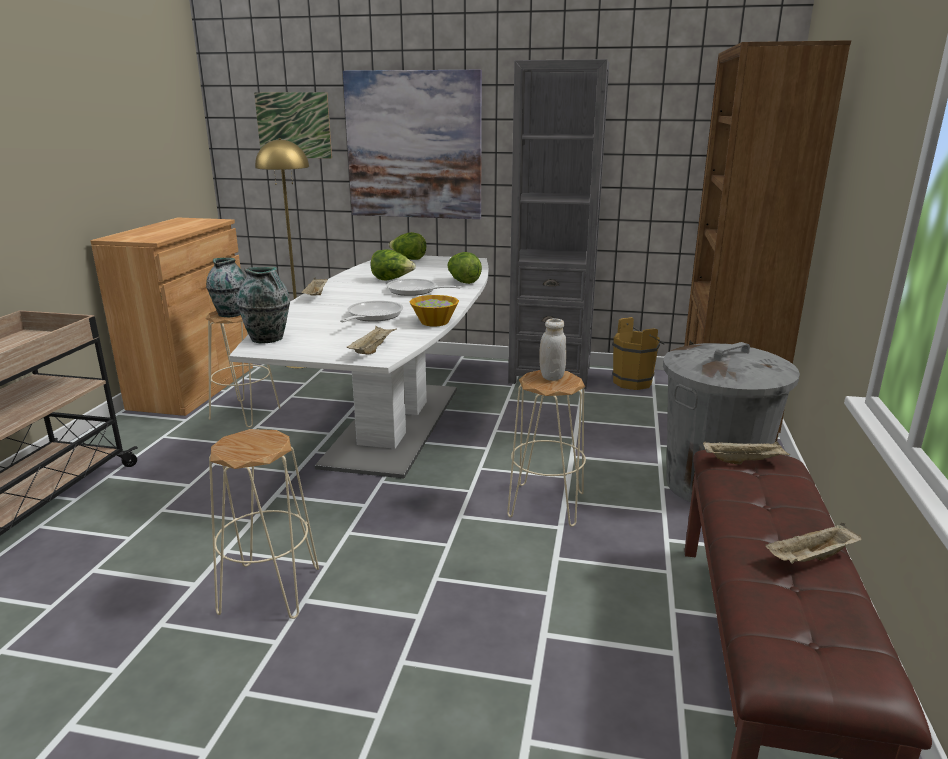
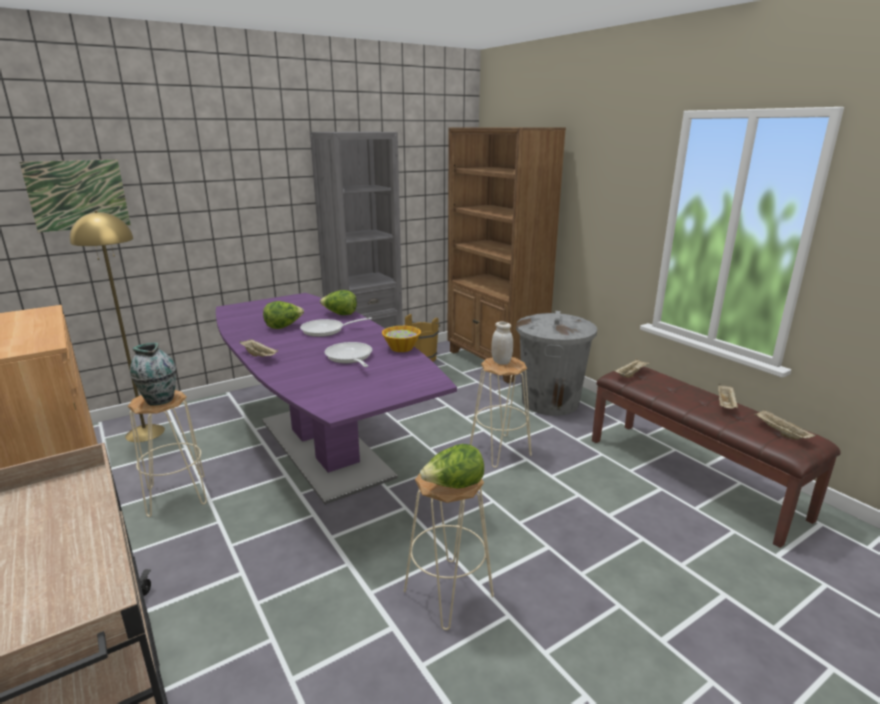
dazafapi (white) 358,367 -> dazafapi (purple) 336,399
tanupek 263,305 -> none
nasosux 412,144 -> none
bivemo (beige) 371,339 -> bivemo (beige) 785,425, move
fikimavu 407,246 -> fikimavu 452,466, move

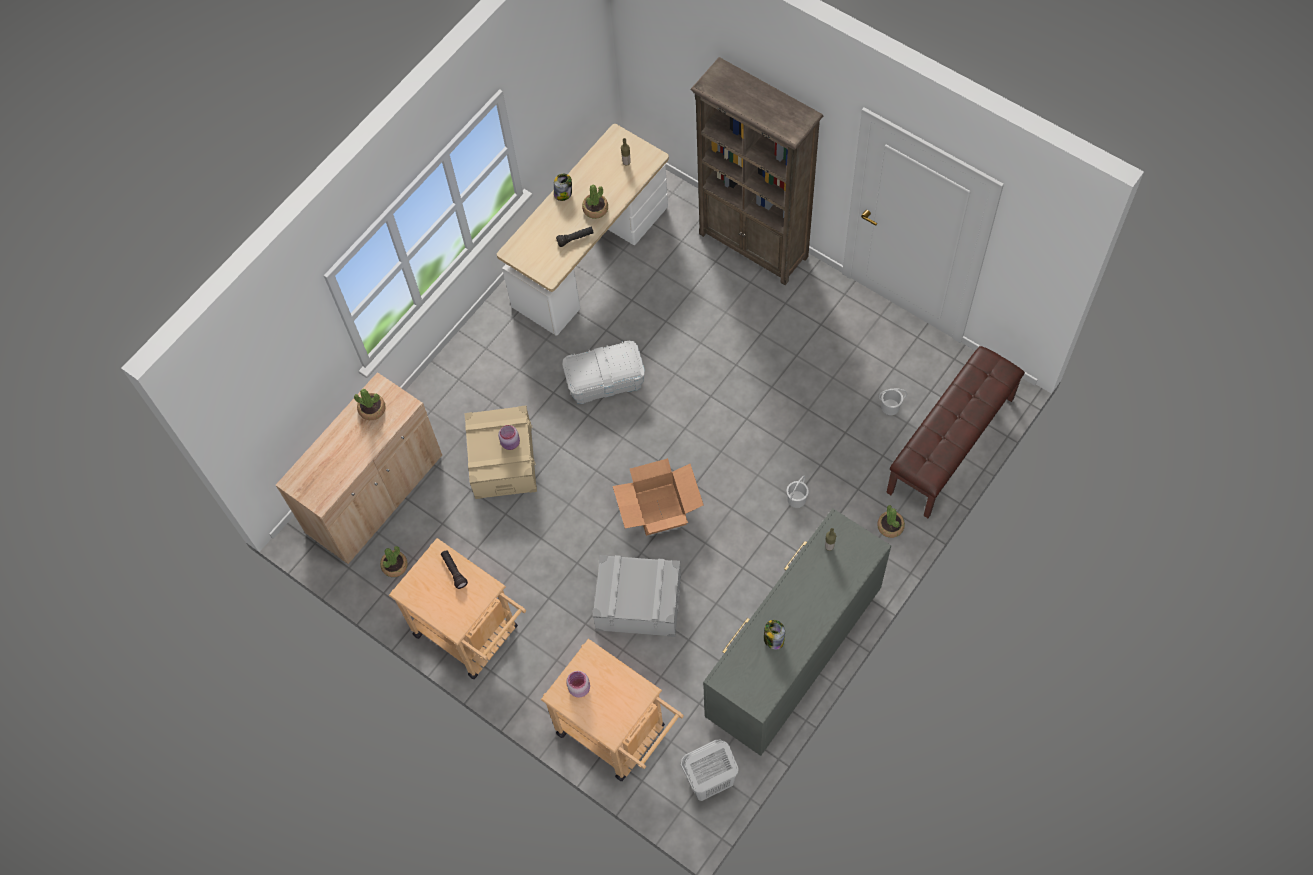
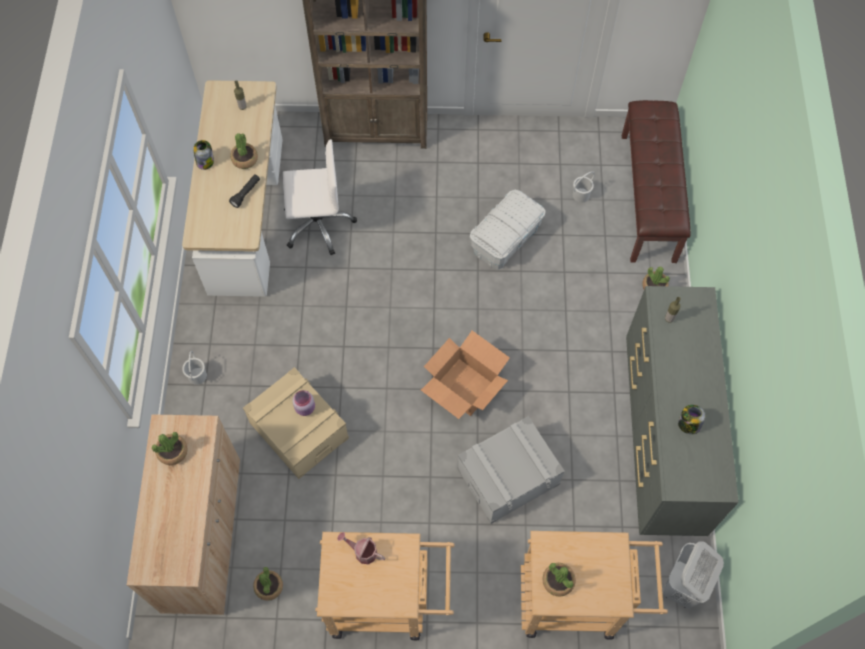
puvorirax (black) 454,569 -> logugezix 361,548
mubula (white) 603,372 -> mubula (white) 508,229, move
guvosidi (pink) 578,684 -> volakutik 559,580
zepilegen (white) 797,492 -> zepilegen (white) 194,368, move
none -> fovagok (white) 320,197

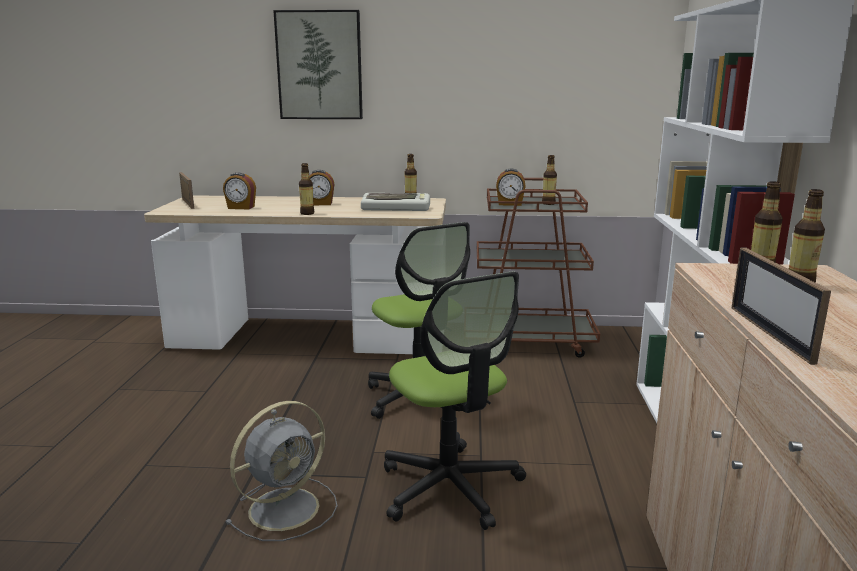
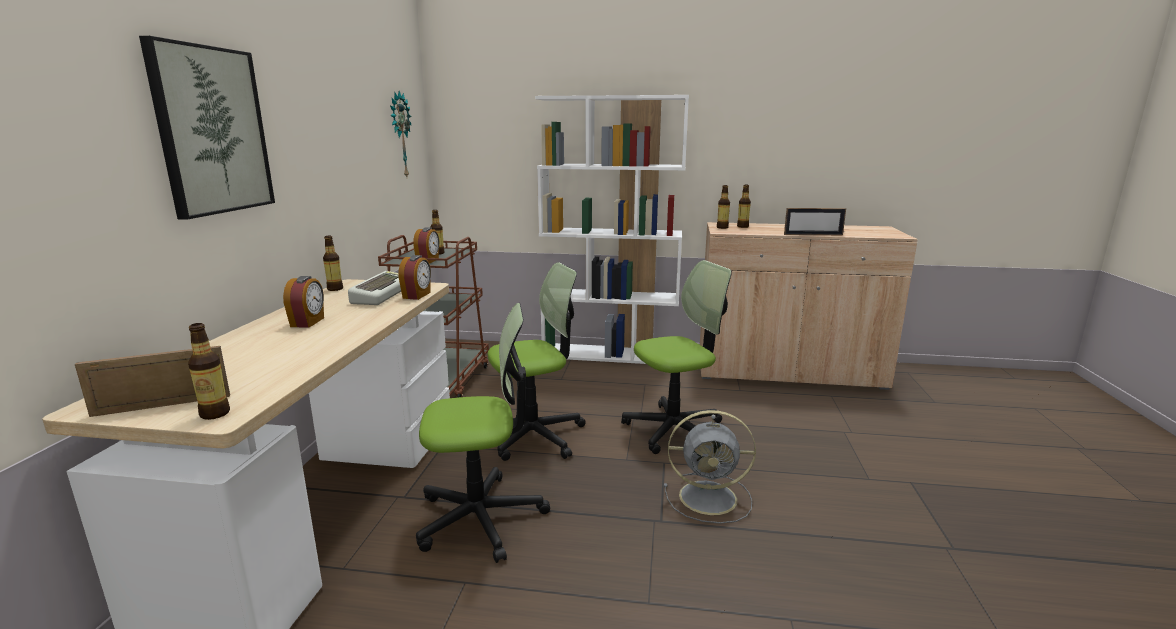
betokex 239,191 -> betokex 414,277, move
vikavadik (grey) 281,471 -> vikavadik (grey) 710,467, 135 degrees clockwise
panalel 306,189 -> panalel 209,371, move
none -> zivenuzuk 400,134
none -> fovagok 483,433

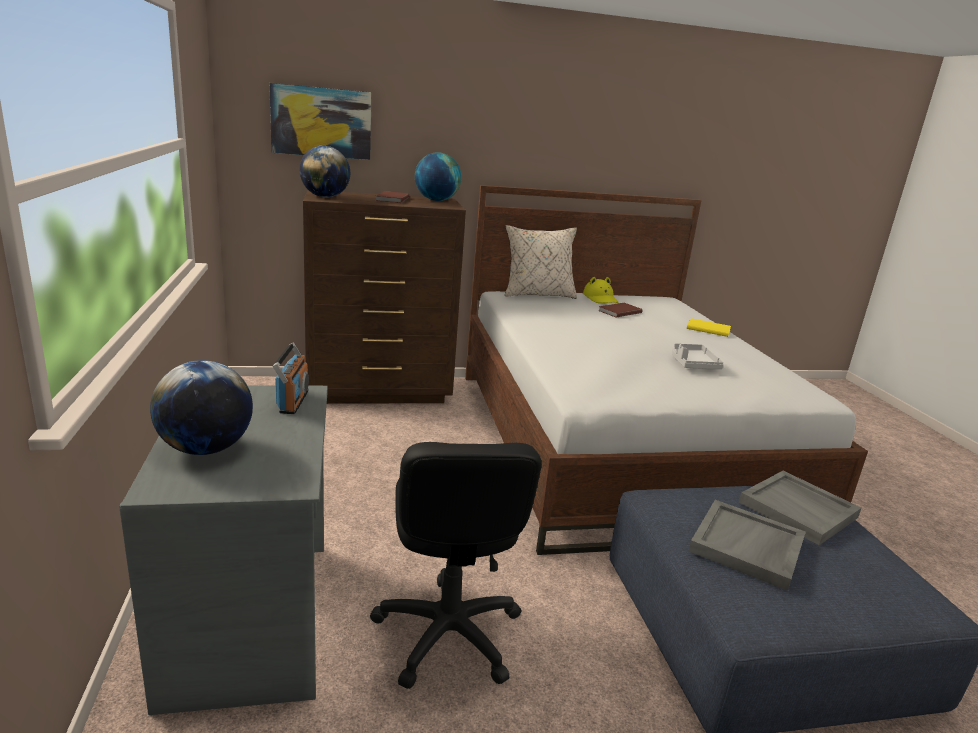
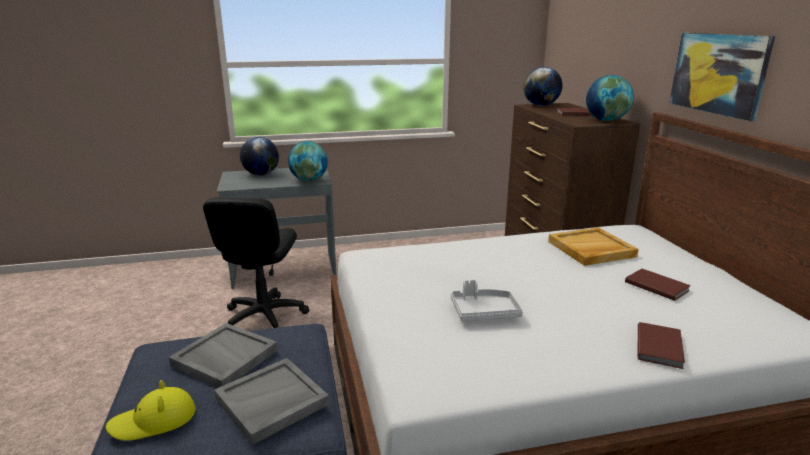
nasosux 320,121 -> nasosux 722,77, move
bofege 291,378 -> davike 308,161
fovagok (black) 456,565 -> fovagok (black) 256,262, 75 degrees counterclockwise
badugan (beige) 541,262 -> none
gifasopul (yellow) 601,290 -> gifasopul (yellow) 150,410, move
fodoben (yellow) 709,327 -> fodoben (brown) 661,345
none -> bivemo (beige) 593,246

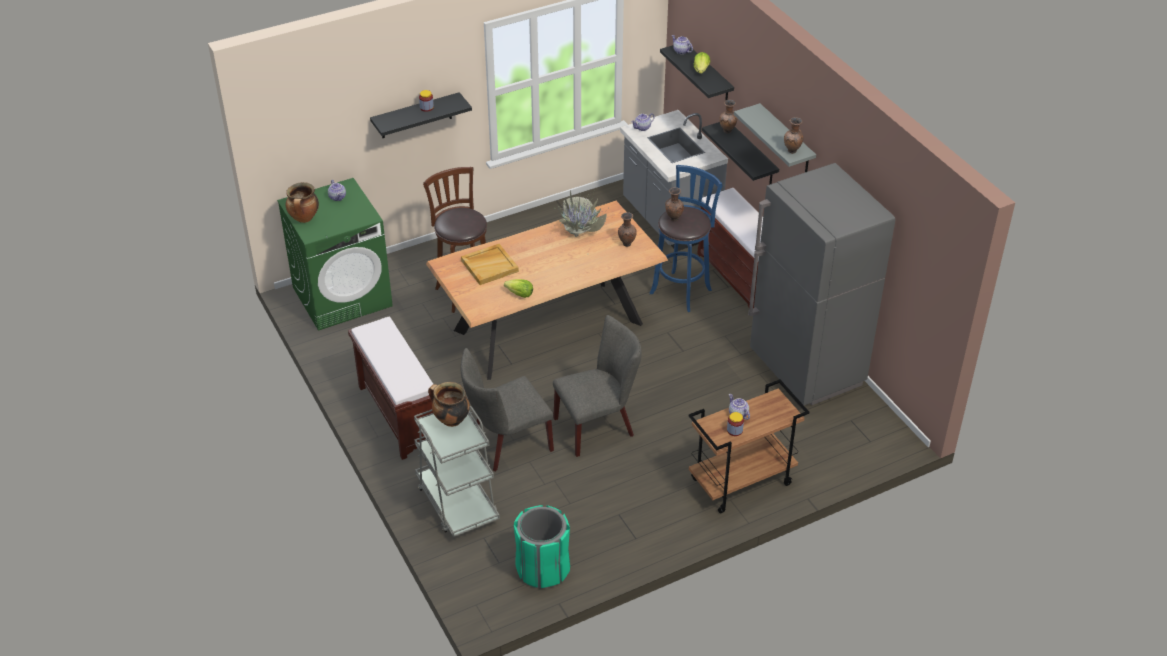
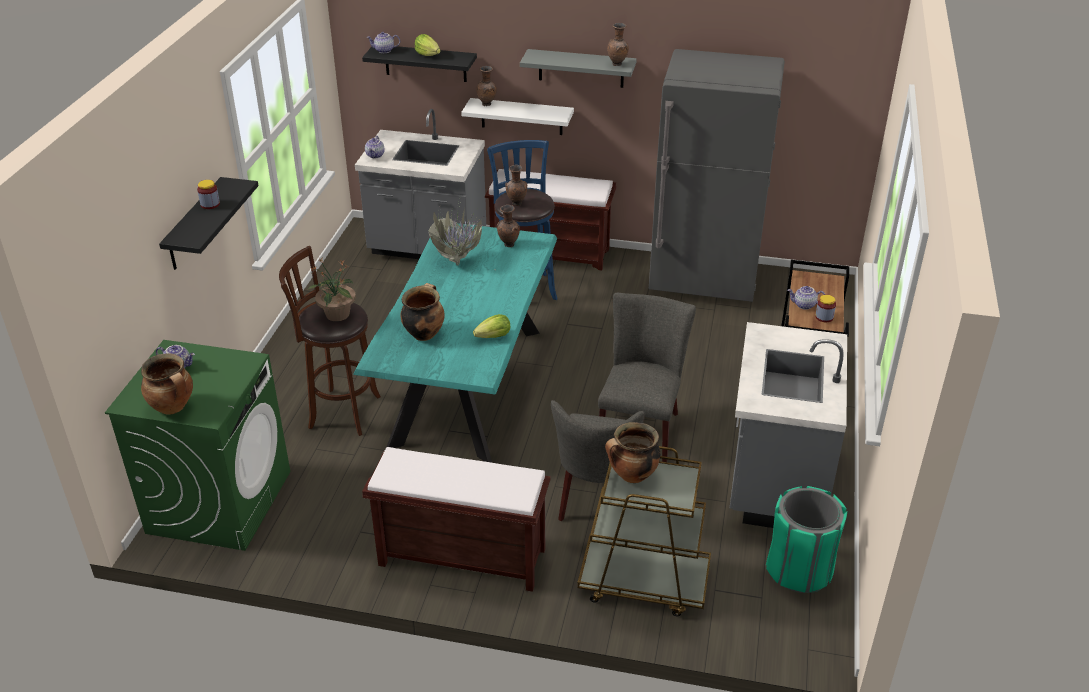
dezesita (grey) 457,471 -> dezesita (brown) 644,531
dazafapi (brown) 547,290 -> dazafapi (turquoise) 455,342
bivemo (beige) 490,264 -> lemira 423,312
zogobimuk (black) 740,153 -> zogobimuk (white) 517,116
none -> volakutik 332,289
none -> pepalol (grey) 788,425

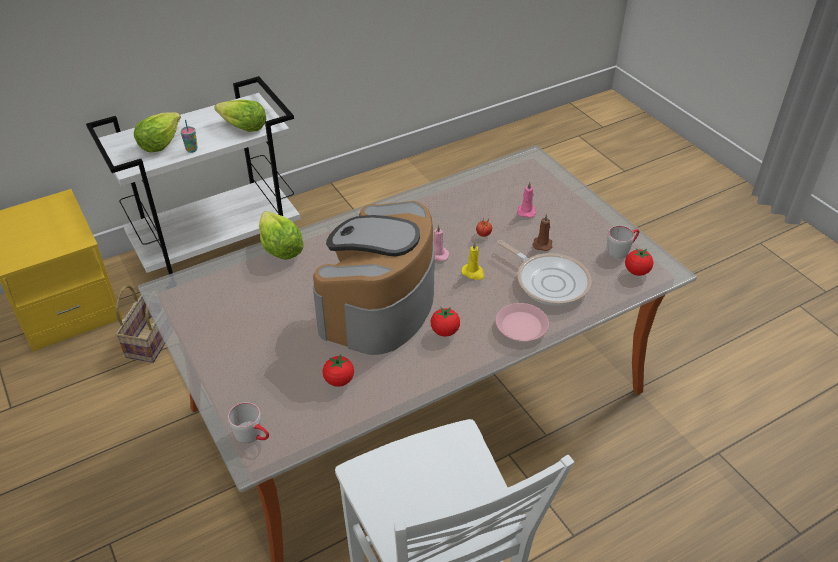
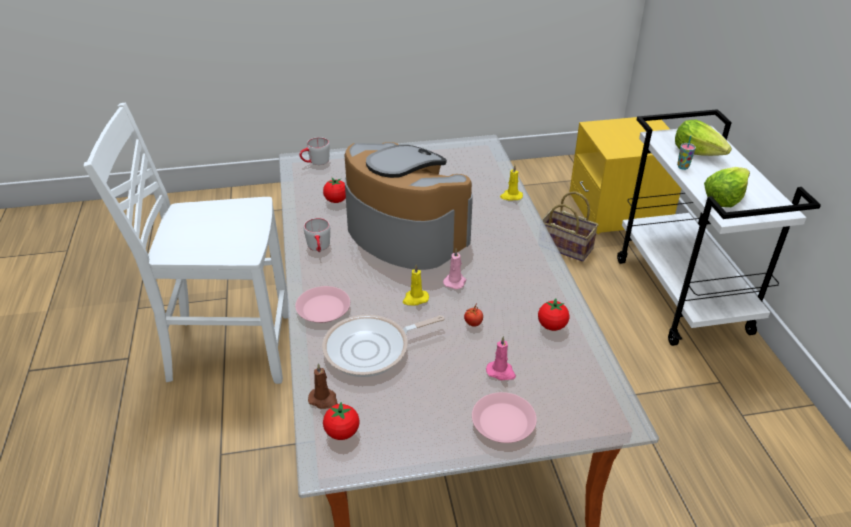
fikimavu 281,235 -> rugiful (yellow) 511,183
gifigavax 445,321 -> gifigavax 554,314, move
rugiful (brown) 542,232 -> rugiful (brown) 323,386, move
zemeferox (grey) 623,242 -> zemeferox (grey) 317,235, move
none -> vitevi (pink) 504,417

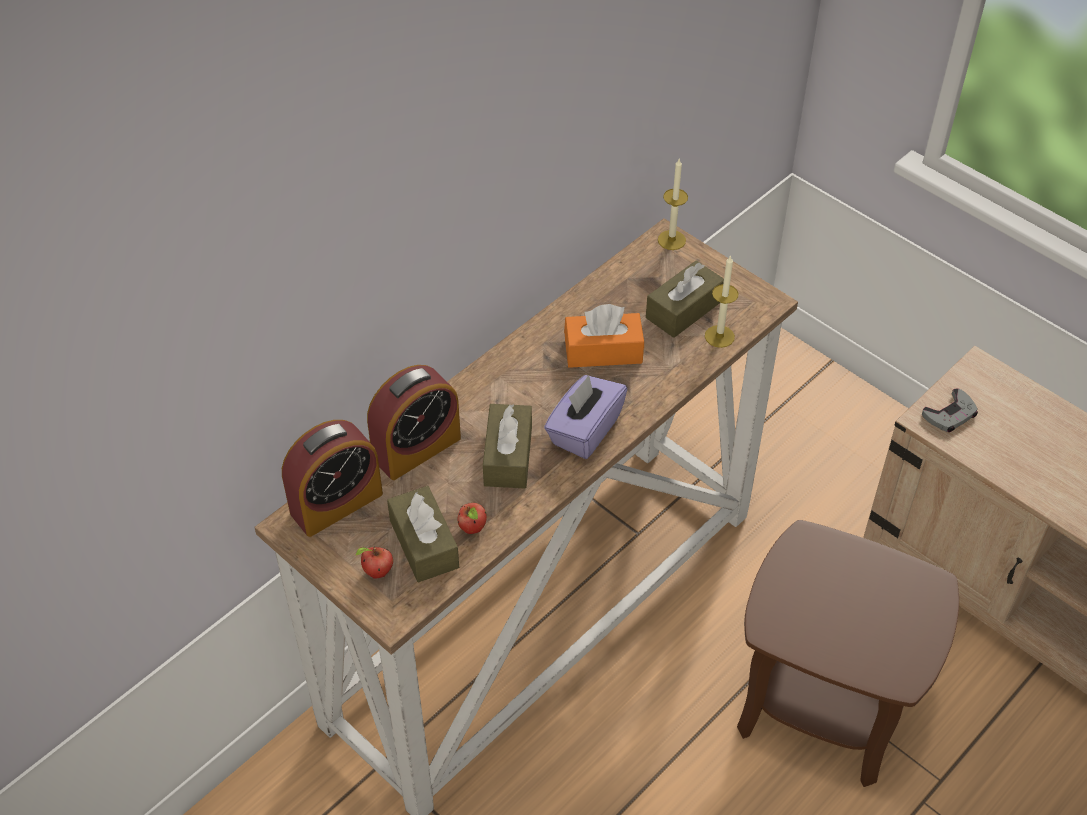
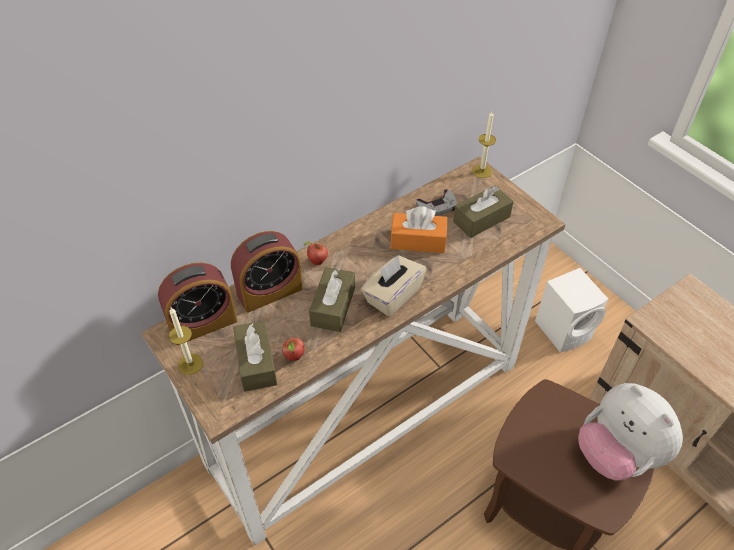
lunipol 374,563 -> lunipol 315,253, move
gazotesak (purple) 585,417 -> gazotesak (beige) 394,286
rugiful 722,301 -> rugiful 186,341, move
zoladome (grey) 950,410 -> zoladome (grey) 436,202, move
none -> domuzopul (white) 571,310
none -> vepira 630,432

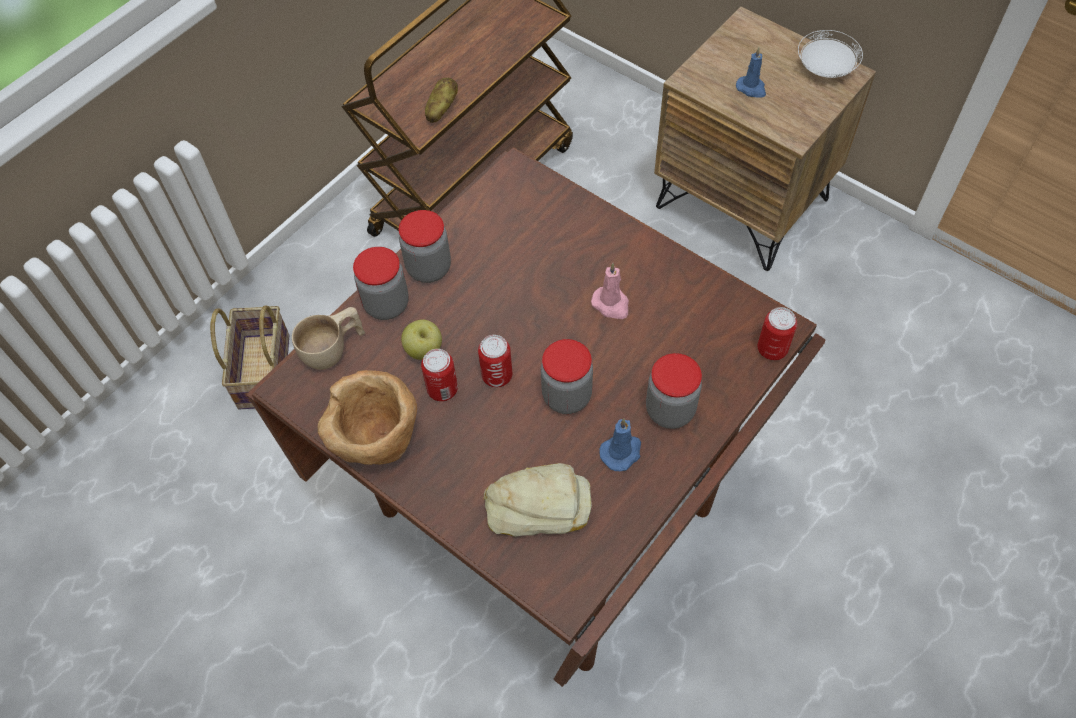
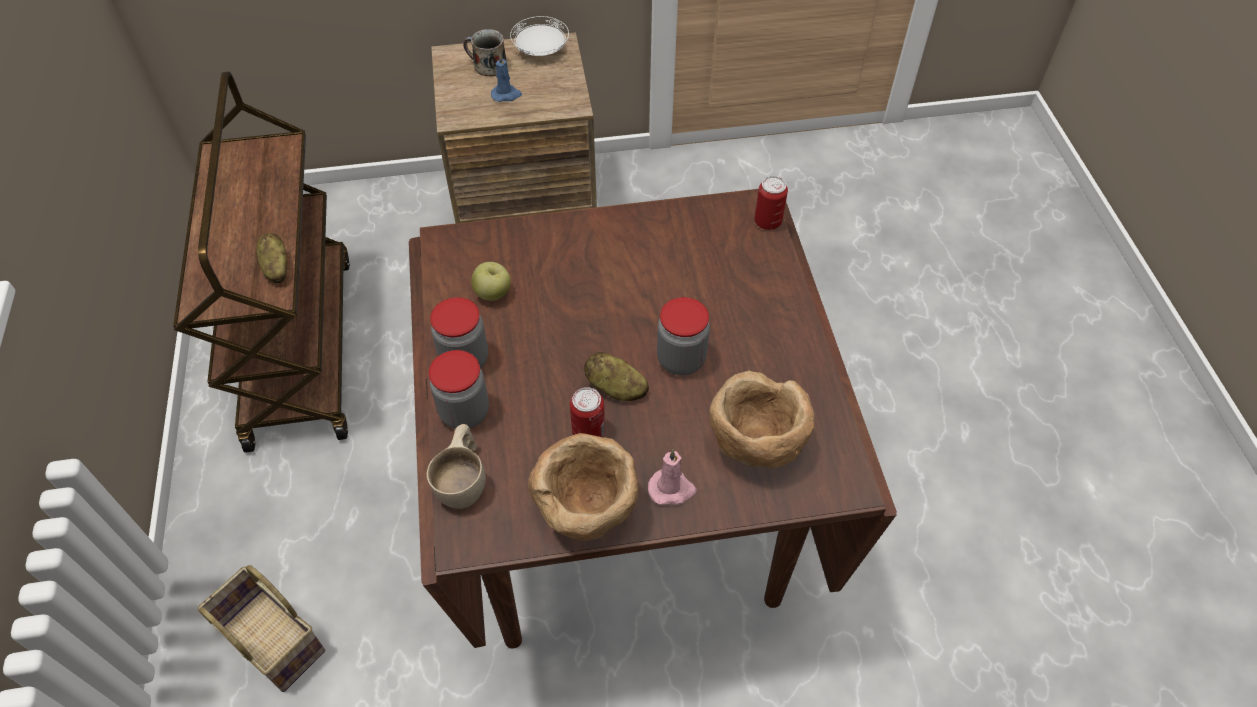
lunipol 421,339 -> lunipol 491,281, move
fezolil 495,361 -> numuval 616,376
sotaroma 538,500 -> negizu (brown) 762,420
rugiful (pink) 610,291 -> rugiful (pink) 672,477, move
rugiful (blue) 620,444 -> none
guvosidi 674,391 -> none
none -> zemeferox 485,52

